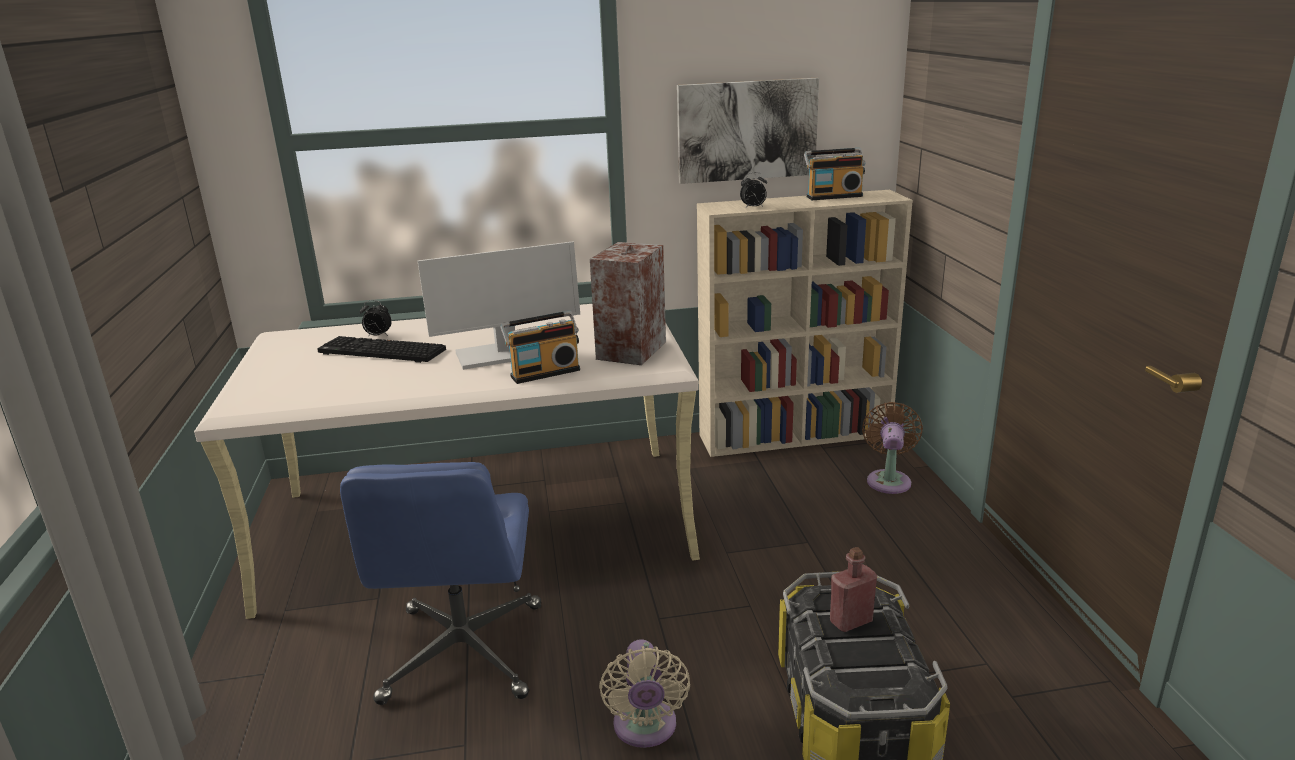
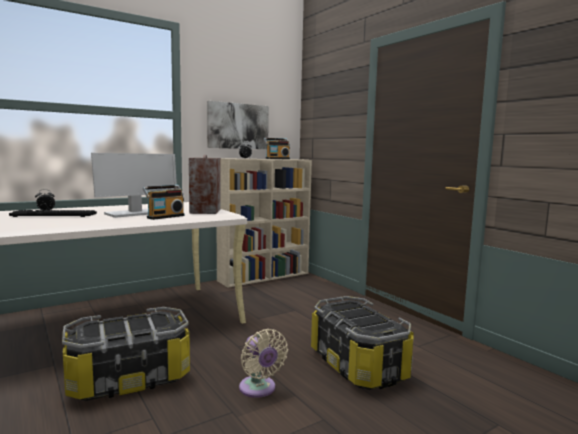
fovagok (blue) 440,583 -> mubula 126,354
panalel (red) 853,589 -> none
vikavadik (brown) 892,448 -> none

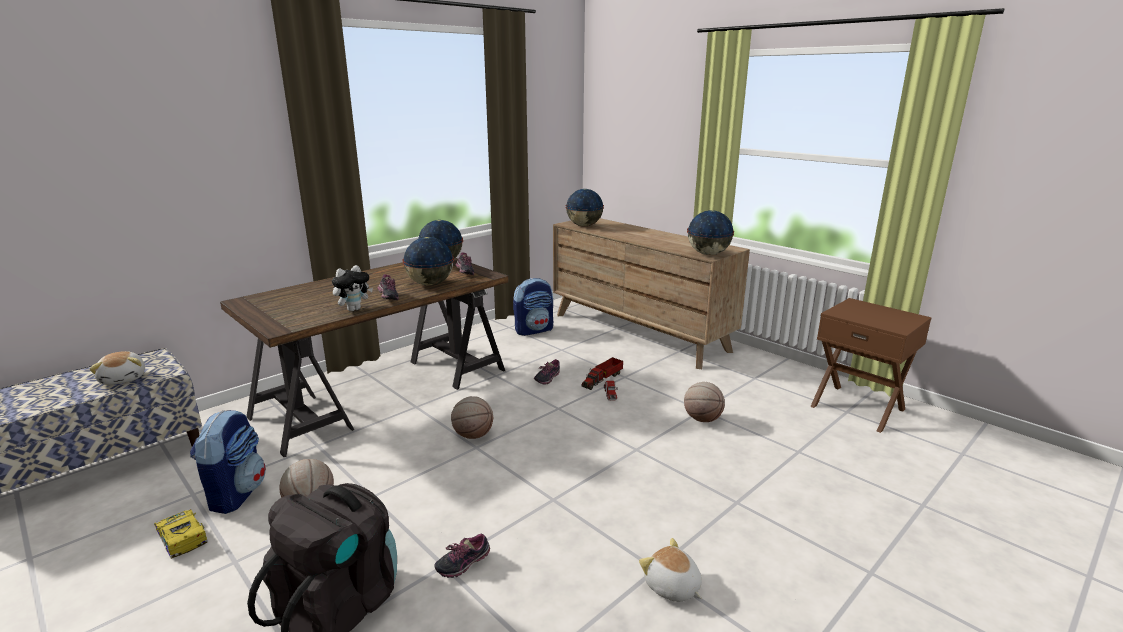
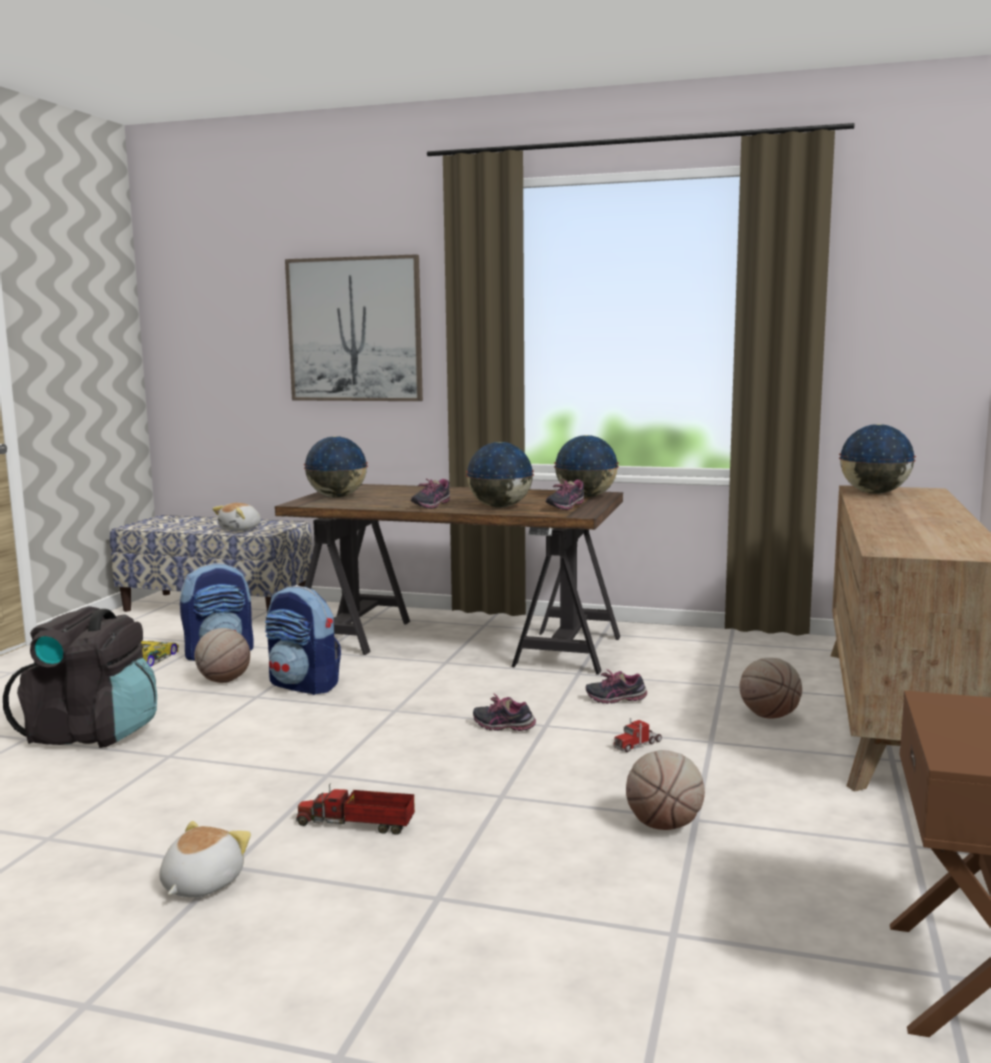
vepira 352,288 -> none
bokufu 462,556 -> bokufu 504,712, move
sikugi 472,417 -> sikugi 771,688, move
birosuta 533,307 -> birosuta 303,640, move
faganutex 602,373 -> faganutex 355,809, move
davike 710,232 -> davike 336,467, move
none -> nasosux 354,327

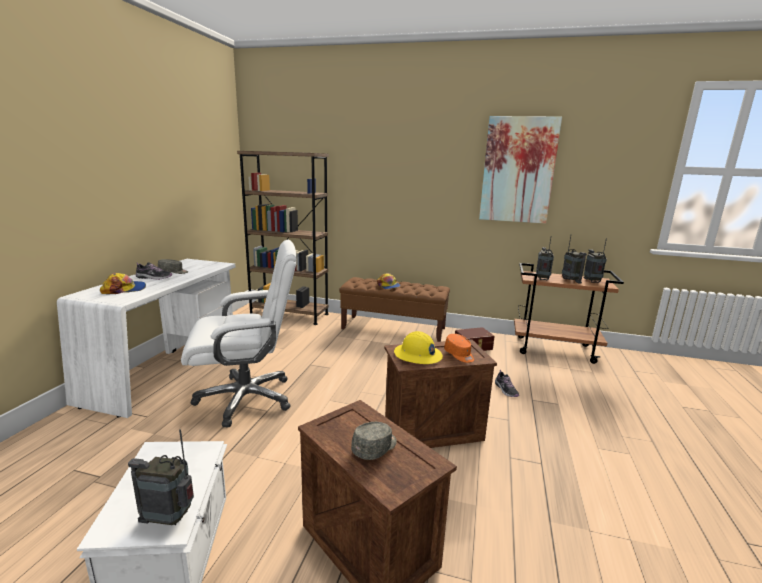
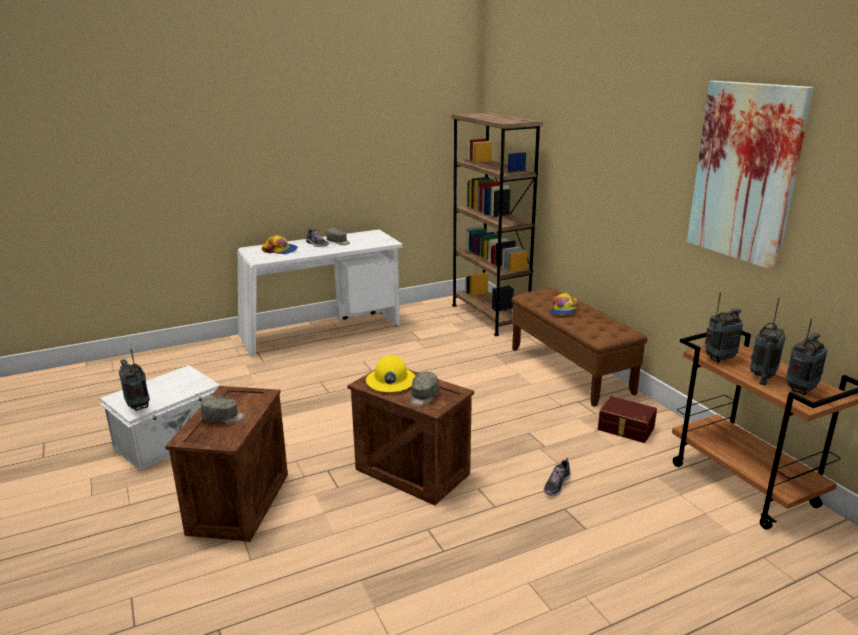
fovagok (white) 239,333 -> none
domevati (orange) 459,348 -> domevati (grey) 424,389

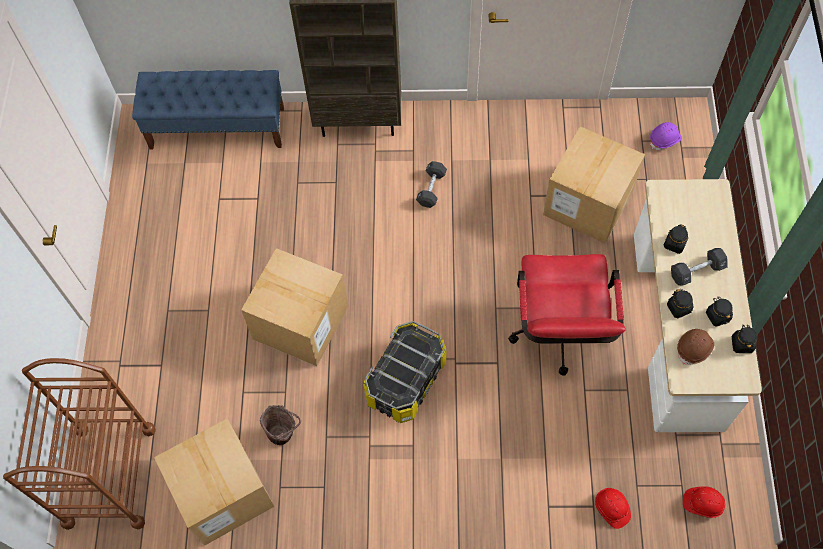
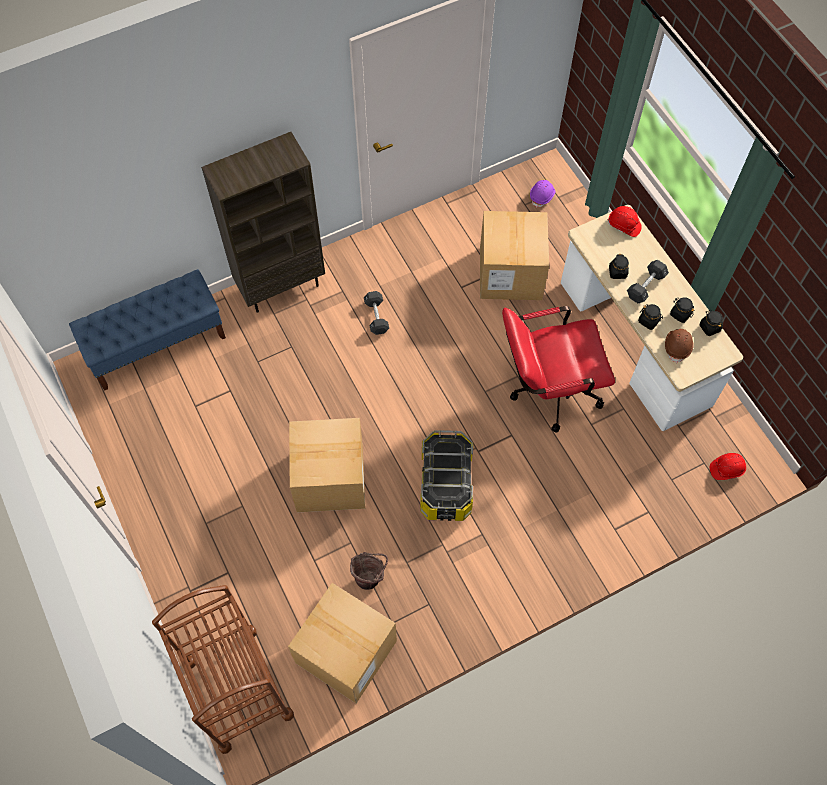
fovagok (red) 567,315 -> fovagok (red) 558,369, 105 degrees clockwise
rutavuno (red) 613,508 -> rutavuno (red) 625,221, move

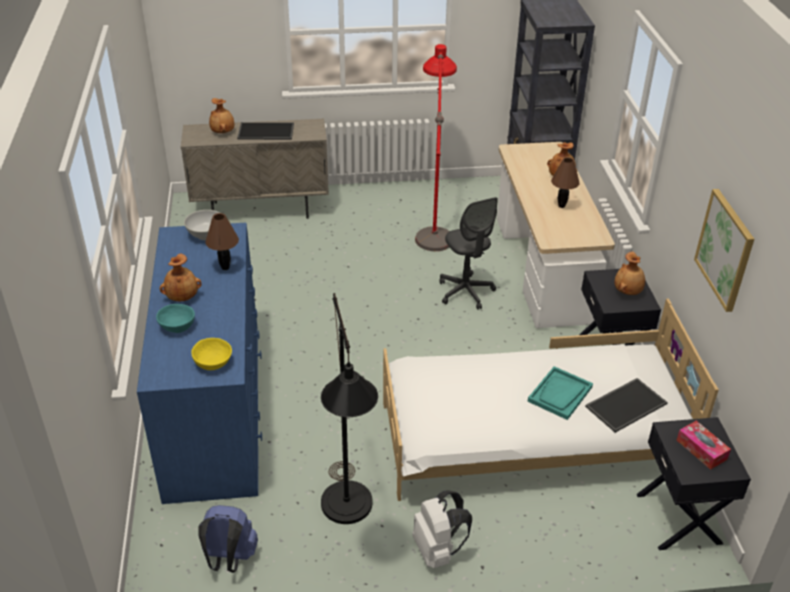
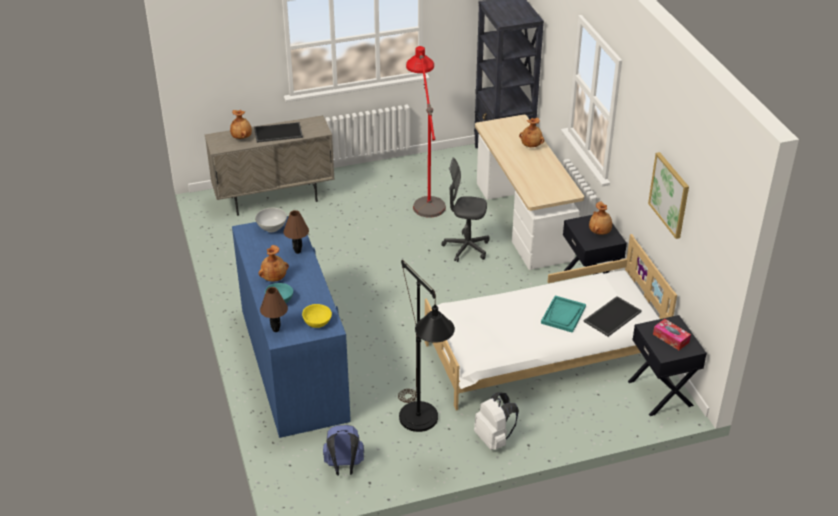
fovagok (grey) 468,253 -> fovagok (grey) 466,210, 135 degrees clockwise
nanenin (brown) 565,182 -> nanenin (brown) 274,309, move

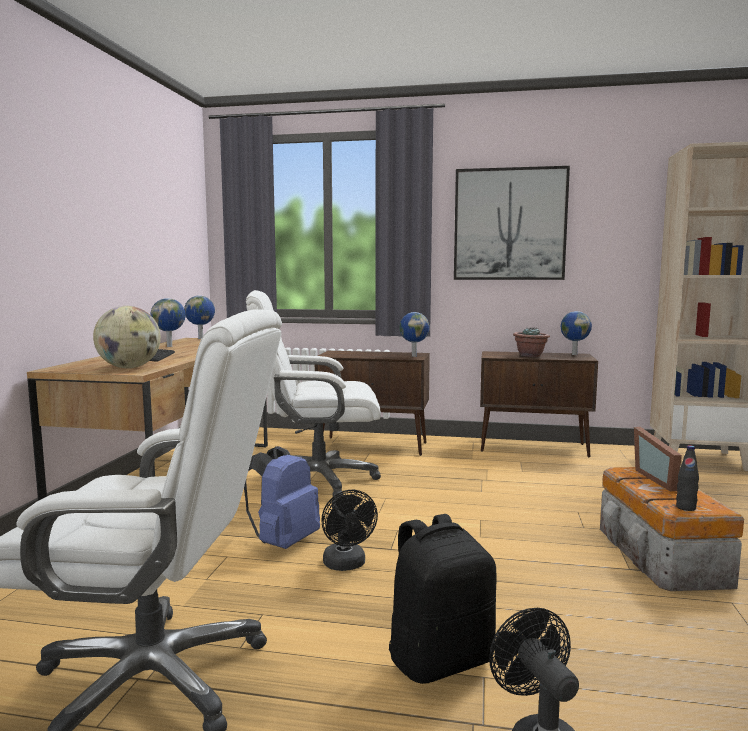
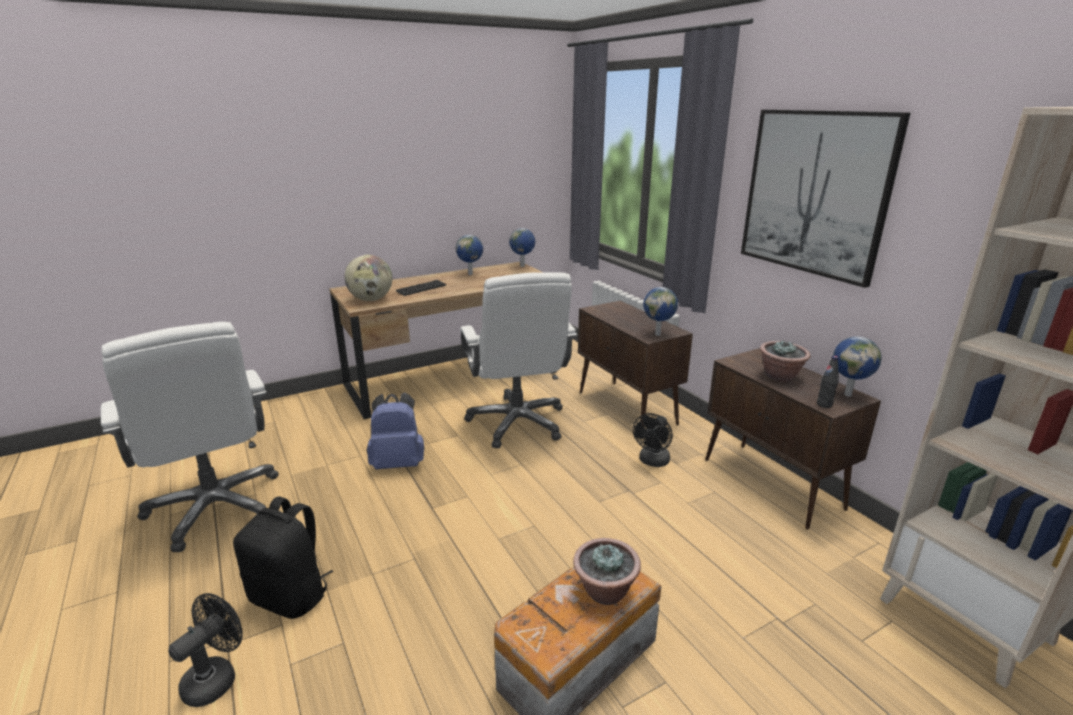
fovagok (white) 313,394 -> fovagok (white) 518,360, 150 degrees counterclockwise
vikavadik (black) 349,530 -> vikavadik (black) 653,440, move
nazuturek 658,459 -> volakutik 607,571
panalel (black) 687,478 -> panalel (black) 828,382, move

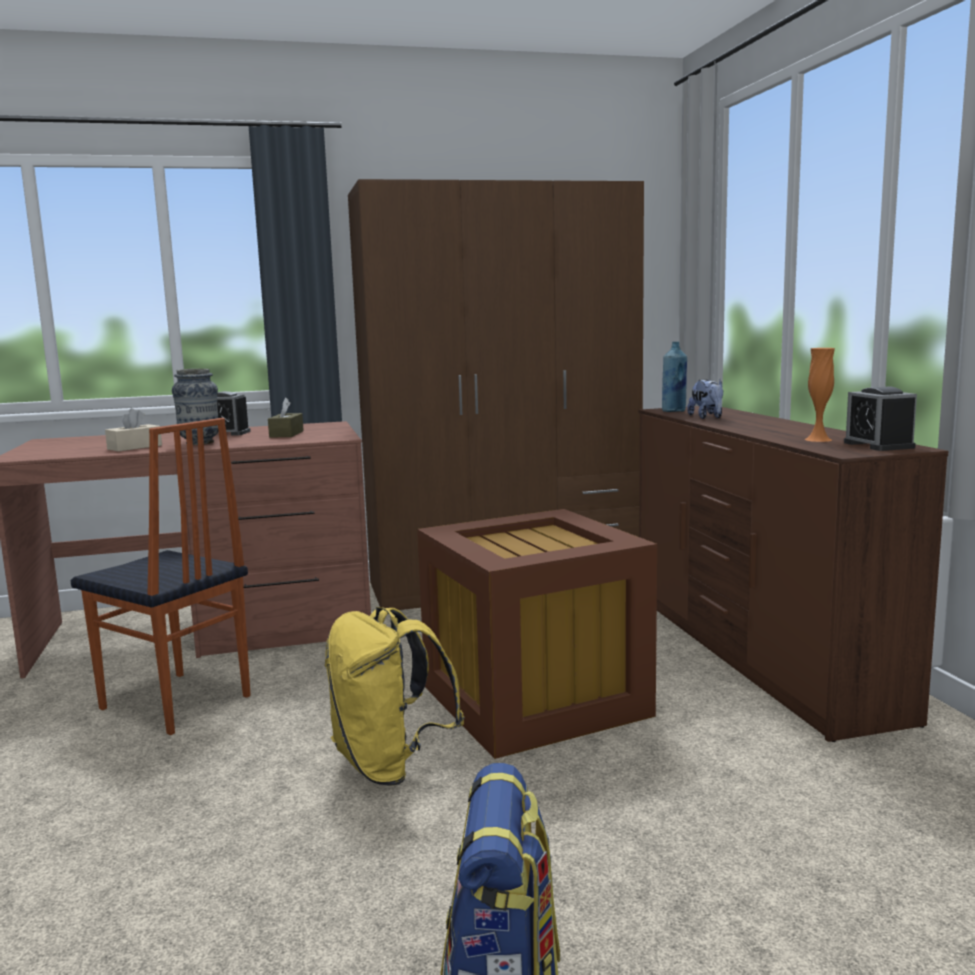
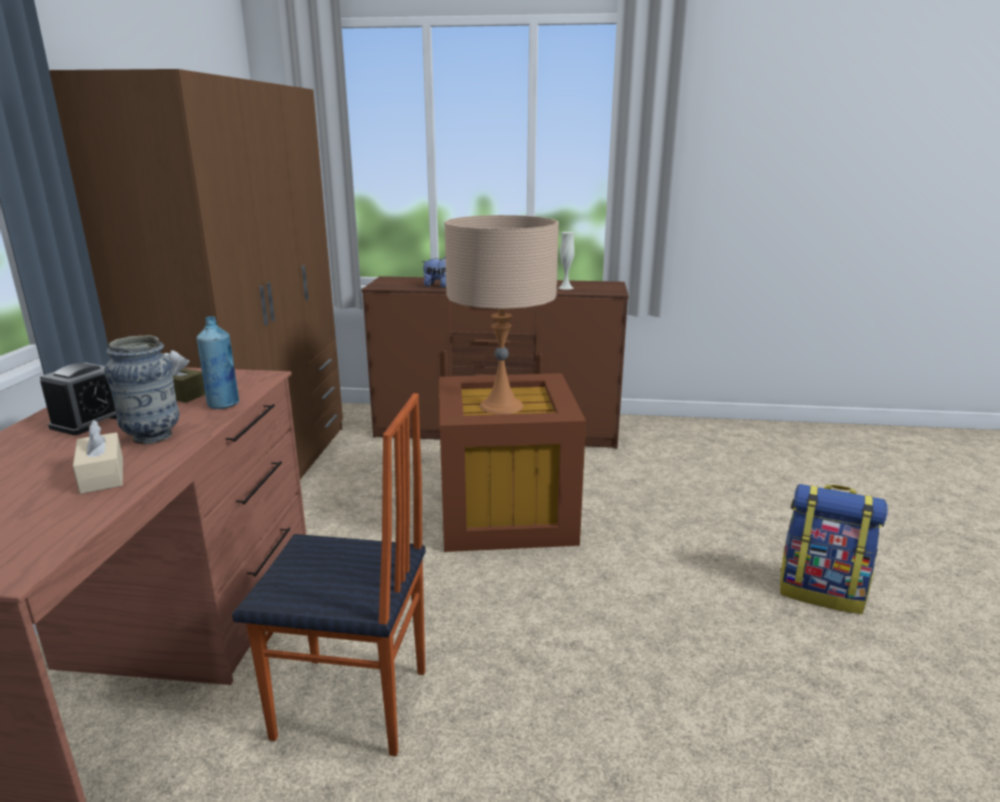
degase 160,576 -> degase 329,574, 45 degrees clockwise
birosuta (yellow) 395,696 -> none
panalel (blue) 674,377 -> panalel (blue) 217,362, move
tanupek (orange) 820,395 -> tanupek (white) 566,261
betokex 880,419 -> none
none -> nanenin (beige) 502,314

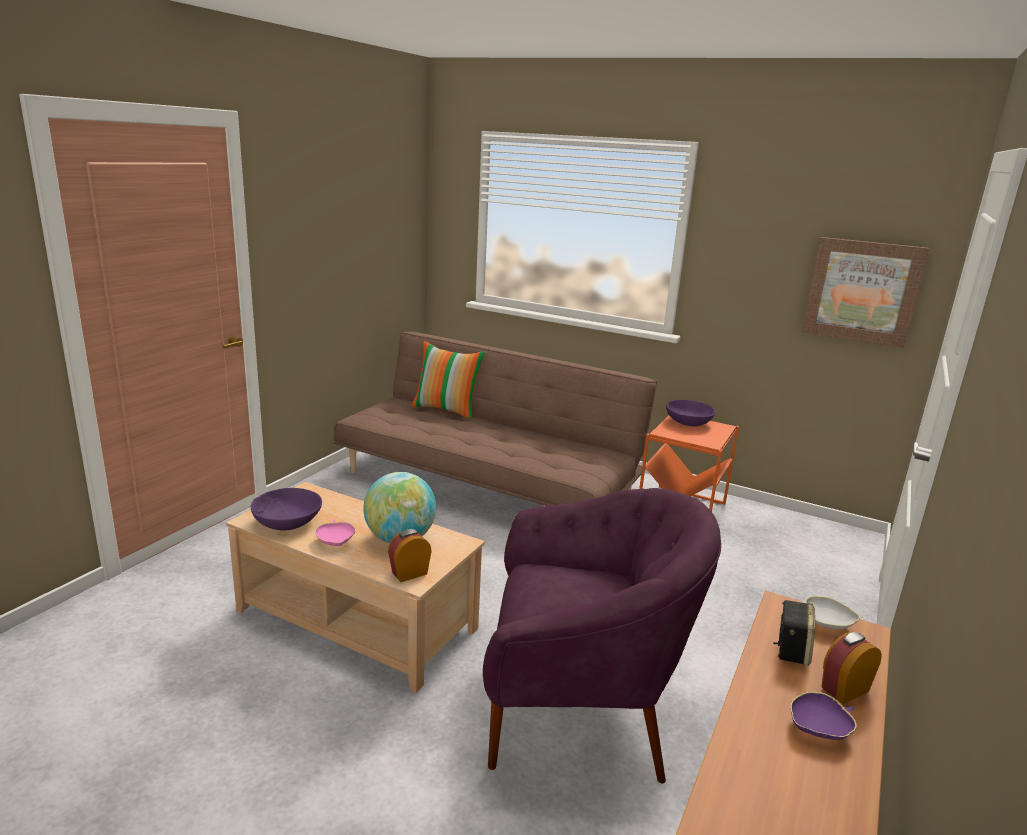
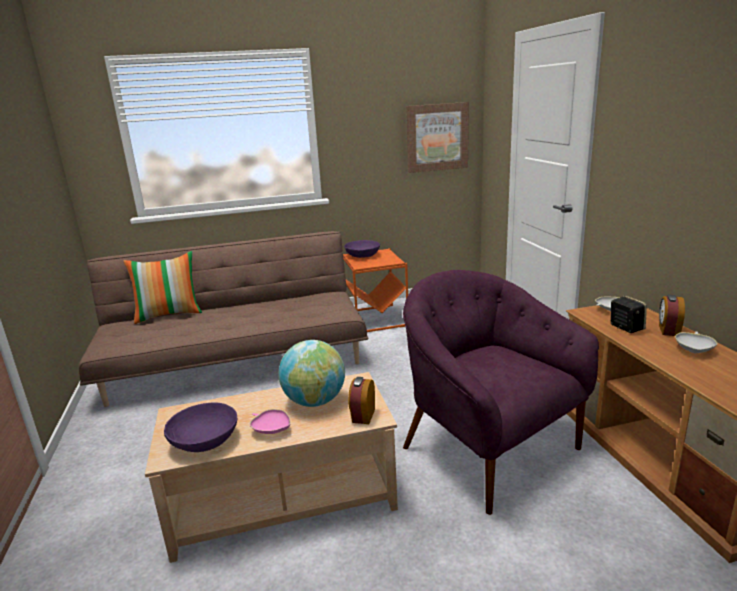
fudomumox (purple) 602,635 -> fudomumox (purple) 501,392, 90 degrees counterclockwise
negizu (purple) 823,716 -> negizu (white) 696,342

